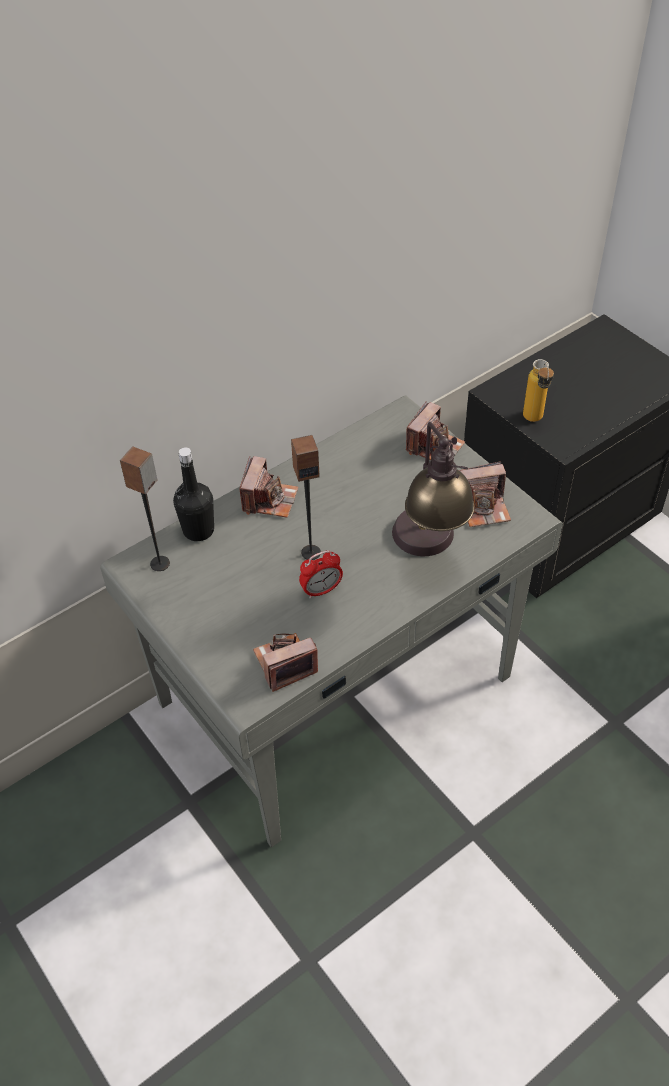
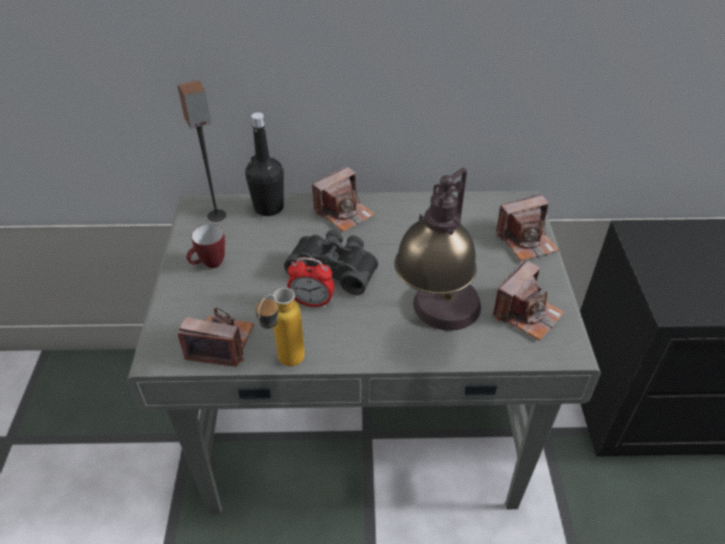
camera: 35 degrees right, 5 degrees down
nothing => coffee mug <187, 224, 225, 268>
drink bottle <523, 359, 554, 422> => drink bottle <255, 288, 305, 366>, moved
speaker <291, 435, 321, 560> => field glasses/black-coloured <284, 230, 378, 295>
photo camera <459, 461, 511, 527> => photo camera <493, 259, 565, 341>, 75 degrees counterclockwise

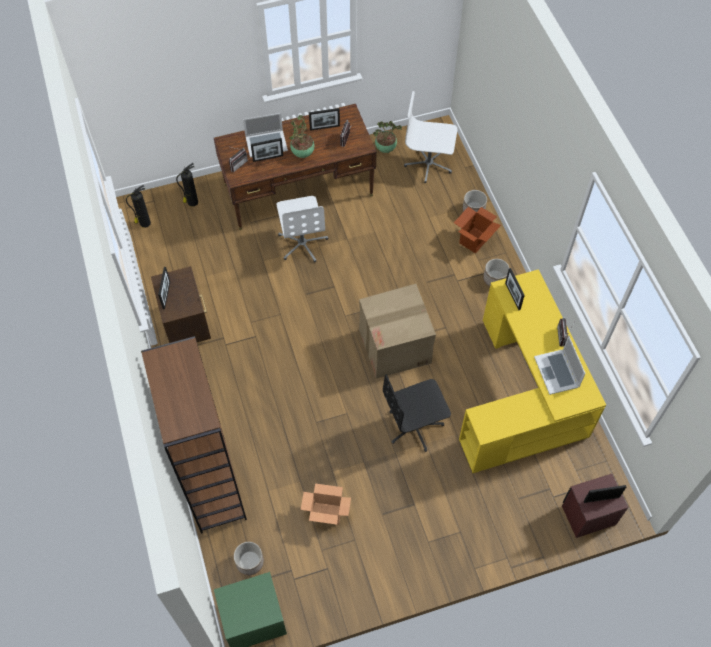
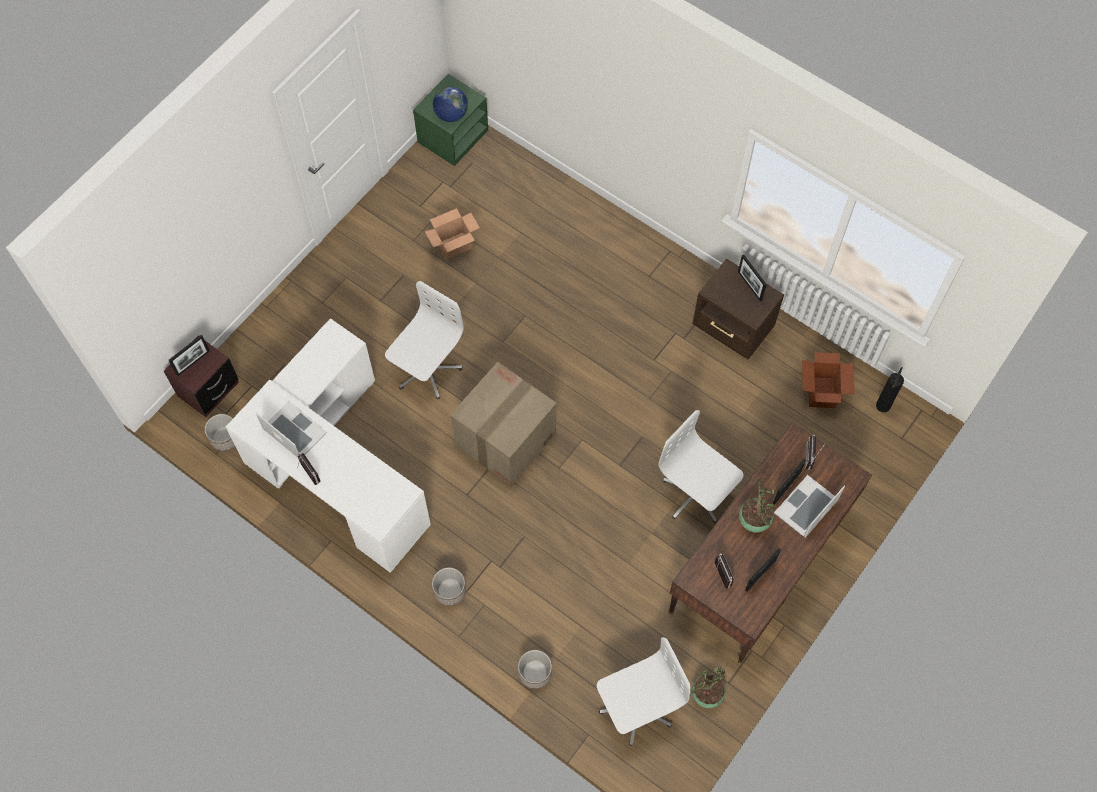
camera: 145 degrees right, 5 degrees up
plant pot <234, 542, 264, 575> => plant pot <205, 414, 235, 451>, moved
desk unit/yellow <459, 269, 606, 473> => desk unit/whitish <226, 318, 431, 573>
computer chair/black-coloured <383, 374, 451, 452> => computer chair/whitish <385, 281, 464, 399>
nothing => globe <433, 86, 468, 122>
carton <454, 207, 501, 253> => carton <802, 352, 855, 408>, moved
bookshelf/brown-coloured <141, 336, 247, 534> => nothing
fire extinguisher <176, 163, 198, 207> => nothing
photo frame <505, 268, 525, 310> => nothing

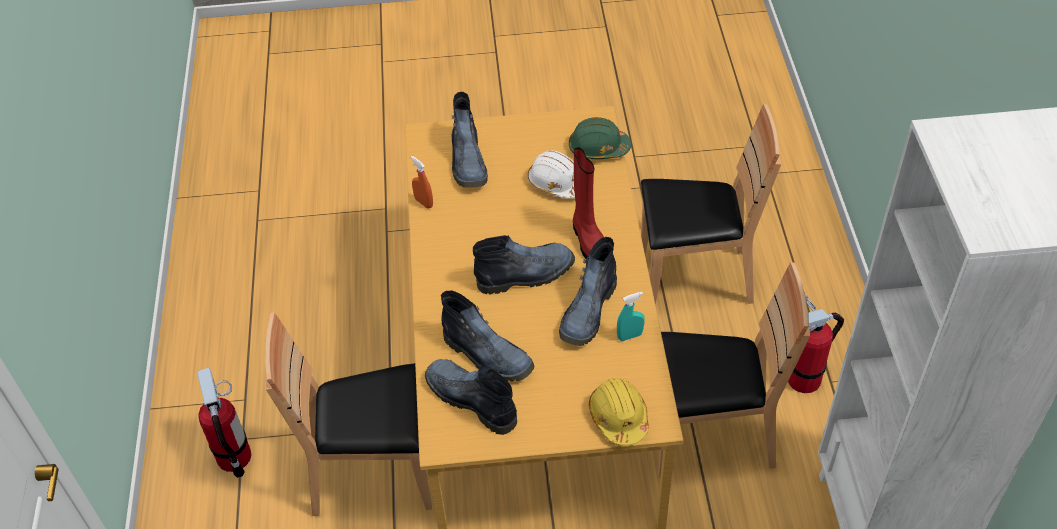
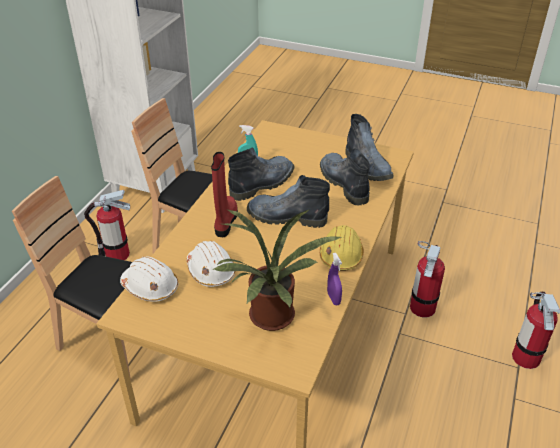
camera: 155 degrees left, 10 degrees down
hard hat/green-coloured <569, 117, 631, 159> => hard hat/whitish <120, 256, 178, 302>
tall boot <452, 92, 488, 188> => potted plant <213, 209, 343, 331>
hard hat/yellow <589, 378, 649, 446> => hard hat/yellow <320, 225, 364, 271>, moved
spray bottle/orangey <411, 156, 433, 208> => spray bottle/purple <327, 253, 342, 306>
plain chair/brown-coloured <265, 312, 432, 516> => fire extinguisher <410, 241, 445, 317>

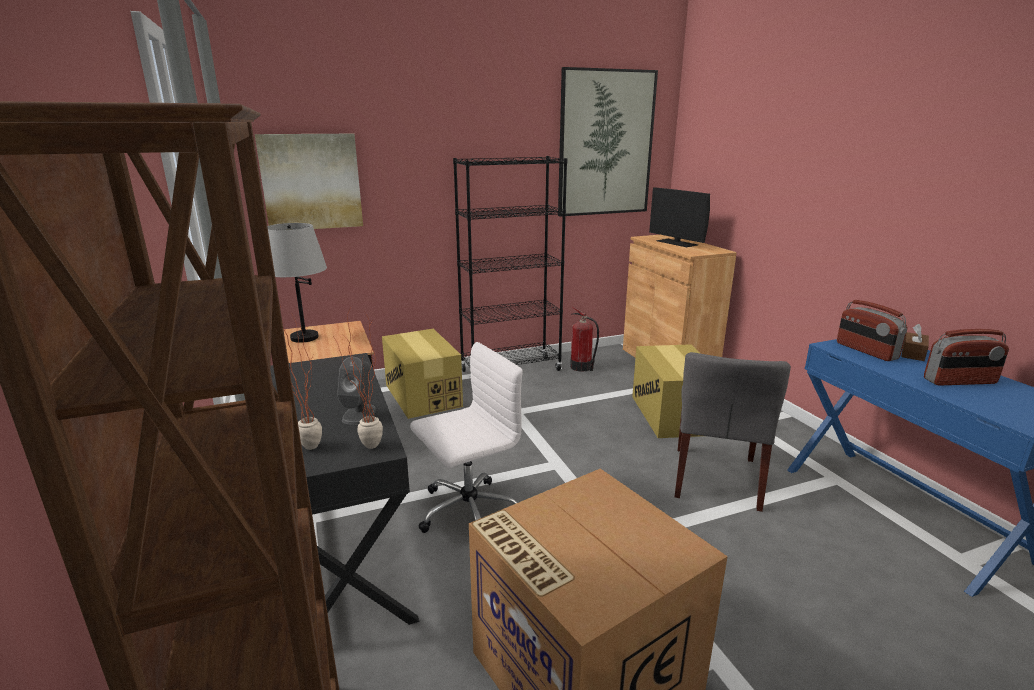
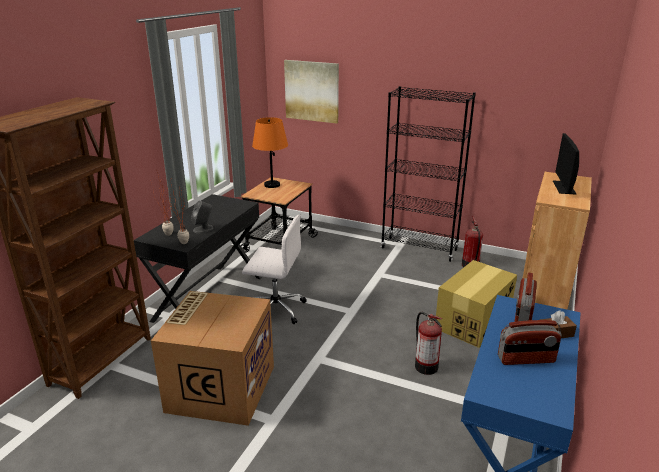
camera: 45 degrees right, 5 degrees up
tabletop lamp/greyish <267, 223, 327, 343> => tabletop lamp/orangey <252, 117, 288, 188>
plain chair/greyish <675, 352, 791, 512> => fire extinguisher <415, 312, 442, 375>
radio receiver <924, 329, 1009, 386> => radio receiver <498, 320, 562, 365>, 45 degrees counterclockwise
carton <382, 328, 463, 419> => nothing
wall picture <558, 67, 658, 217> => nothing

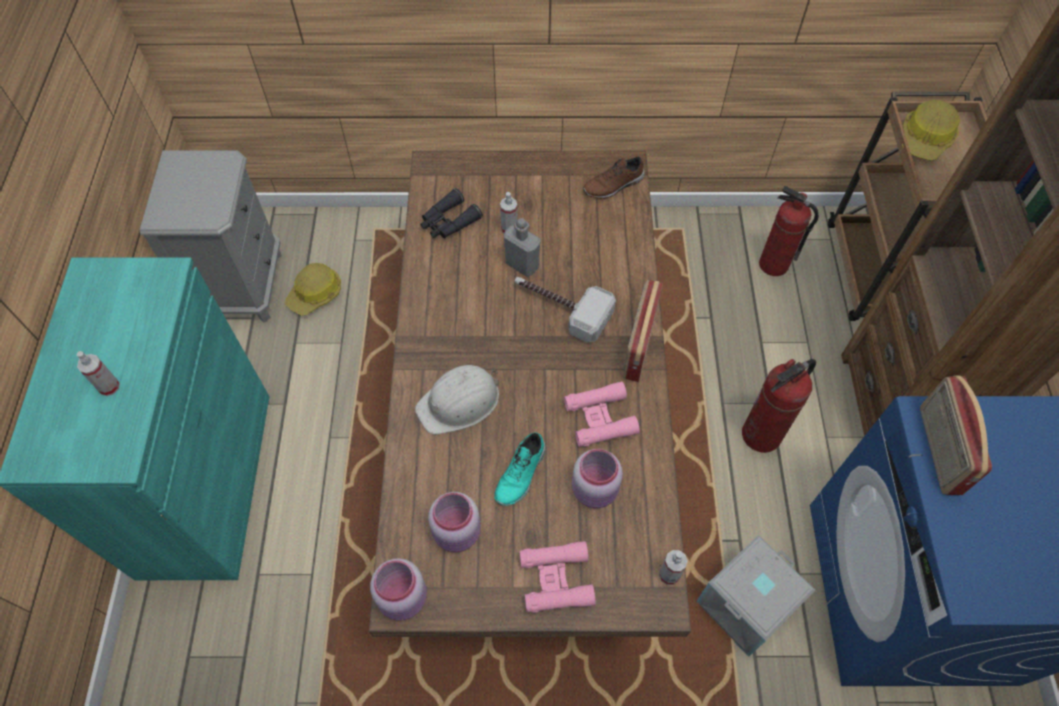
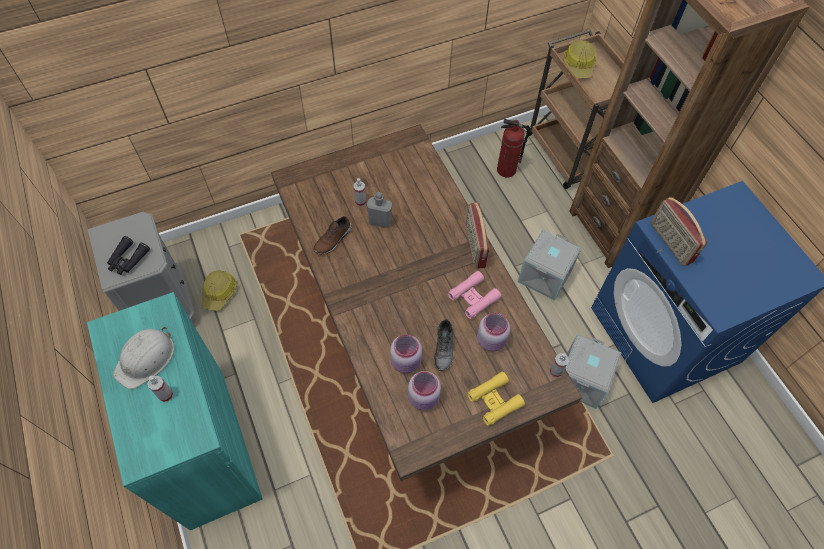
camera: 25 degrees left, 0 degrees up
field glasses/black-coloured <421, 188, 483, 238> => field glasses/black-coloured <107, 236, 150, 275>, moved
hard hat/whitish <415, 365, 499, 435> => hard hat/whitish <113, 327, 174, 389>, moved
shoe/brown-coloured <583, 157, 645, 199> => shoe/brown-coloured <313, 216, 352, 254>, moved
jar/pinkish <370, 558, 427, 621> => jar/pinkish <390, 335, 422, 373>, moved
shoe/blue-green <494, 433, 546, 506> => shoe/greyish <434, 319, 454, 371>
field glasses/pinkish <519, 541, 596, 613> => field glasses/yellow <467, 371, 525, 426>
fire extinguisher <742, 359, 816, 453> => storage container/greyish <518, 230, 582, 301>
hand hammer <514, 277, 616, 343> => nothing

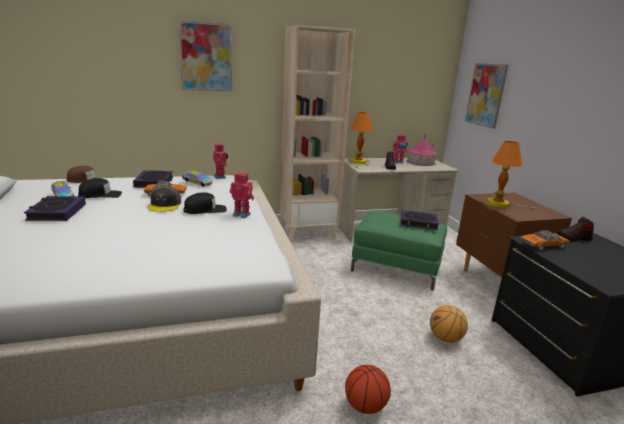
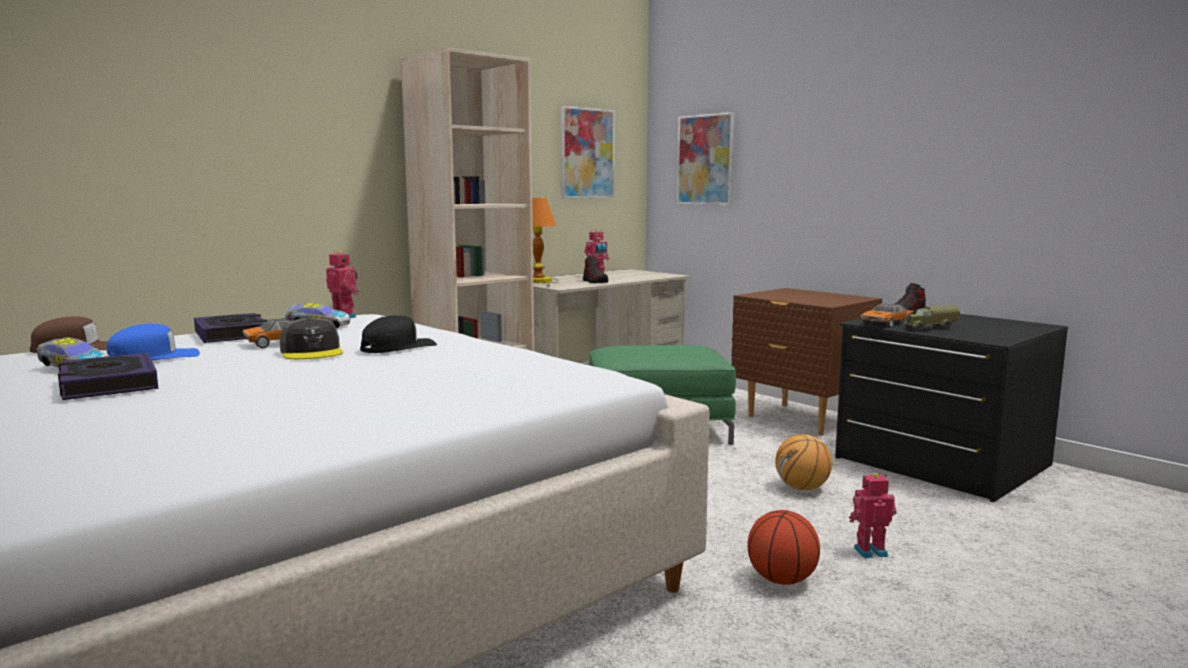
camera: 25 degrees left, 10 degrees down
cap/black-coloured <78, 178, 122, 198> => cap/bluish <107, 324, 200, 360>
wall picture <179, 20, 232, 91> => wall picture <561, 106, 615, 199>, moved
robot figure <230, 171, 254, 218> => robot figure <849, 473, 897, 558>, moved
nothing => toy lorry <902, 305, 960, 331>
book <401, 210, 439, 230> => nothing
miniature house <407, 134, 436, 166> => nothing
tabletop lamp <483, 141, 535, 209> => nothing

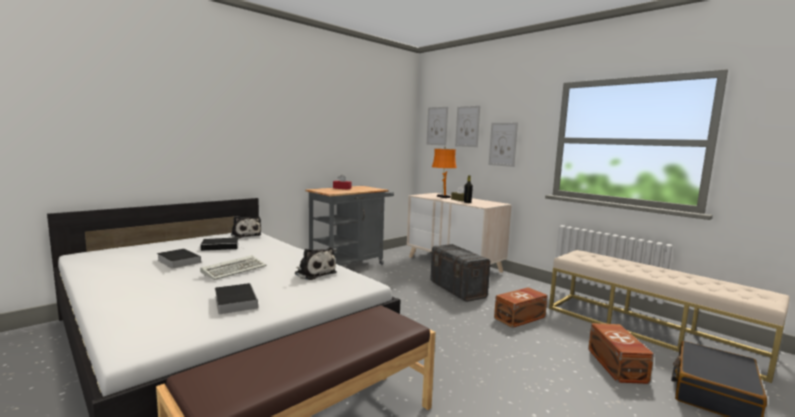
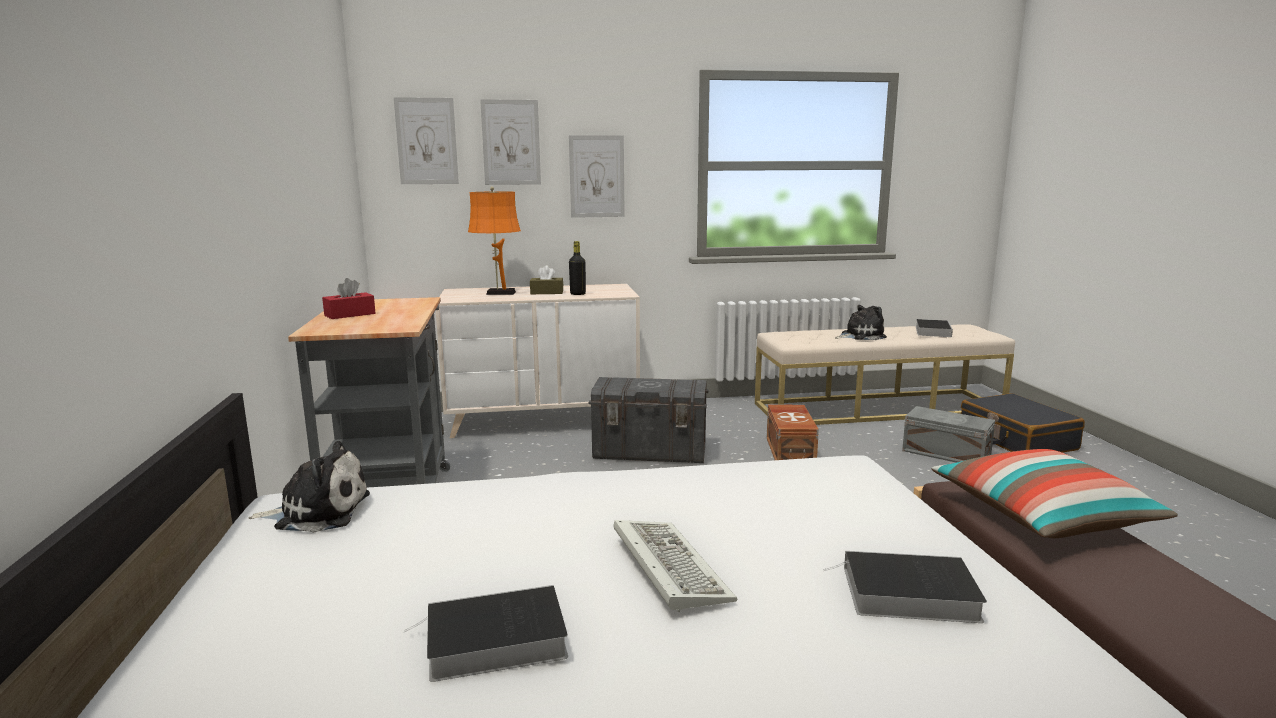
camera: 55 degrees left, 5 degrees up
cuddly toy <295, 247, 337, 280> => cuddly toy <835, 305, 887, 340>, moved
storage container/brown-coloured <588, 323, 654, 384> => storage container/greyish <902, 406, 995, 463>
book <200, 238, 240, 251> => book <916, 319, 953, 337>, moved
nothing => pillow <931, 449, 1178, 538>

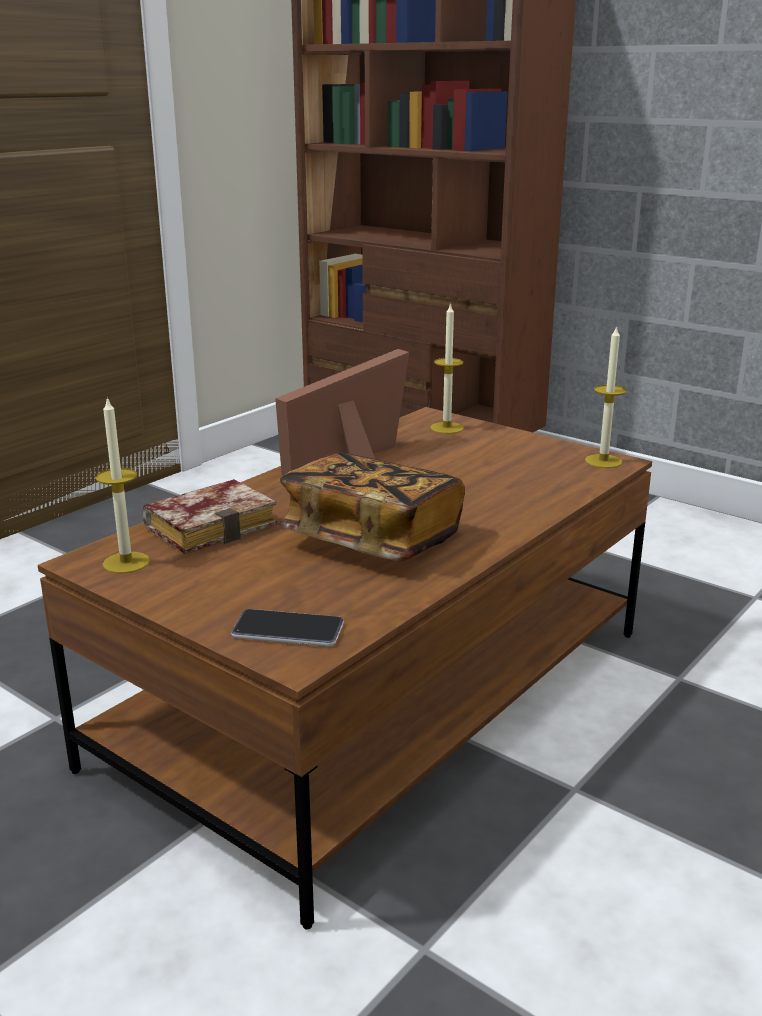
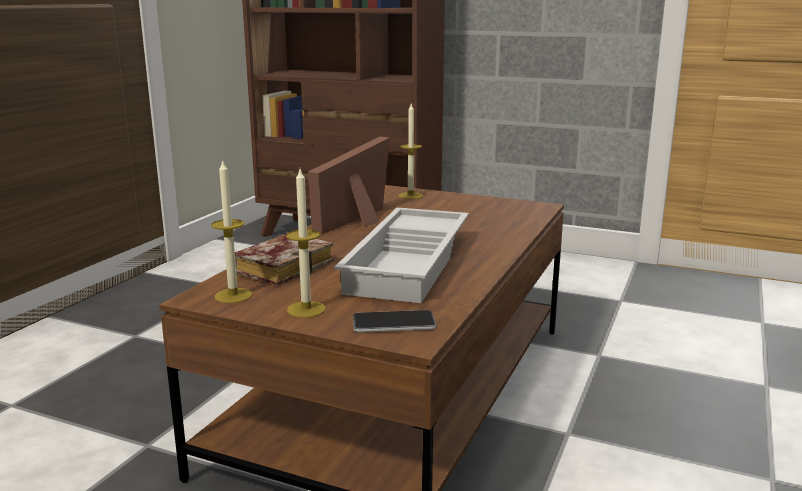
camera: 15 degrees left, 5 degrees down
wax candle <585, 325, 627, 468> => wax candle <286, 169, 326, 318>, moved
book <278, 453, 465, 561> => carrying tray/whitish <334, 208, 469, 303>

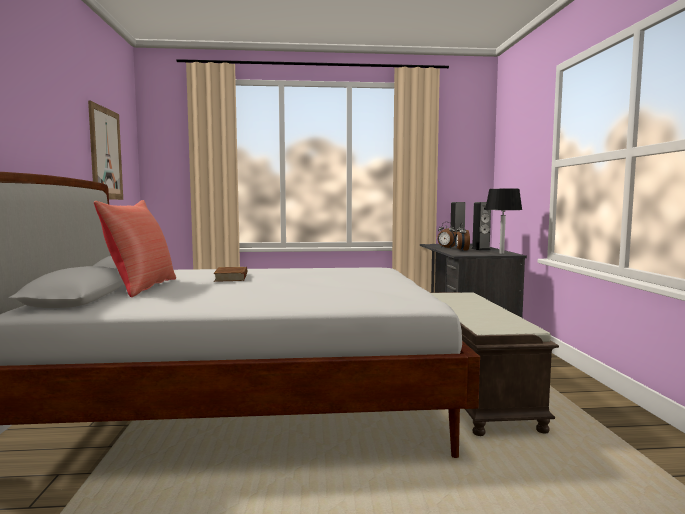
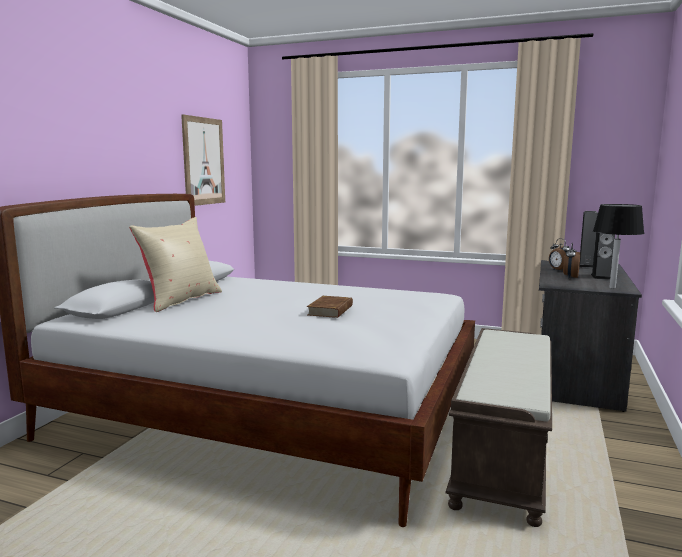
camera: 25 degrees right, 5 degrees up
pillow/red-coloured <94, 200, 176, 297> => pillow/beige-coloured <129, 217, 222, 312>
book/brown-coloured <213, 267, 247, 282> => book/brown-coloured <307, 296, 353, 318>, moved

